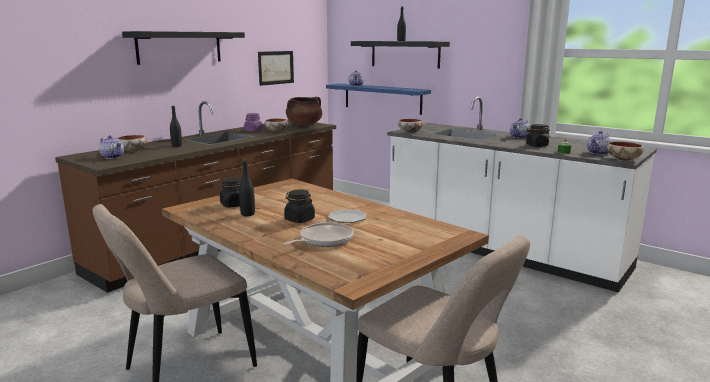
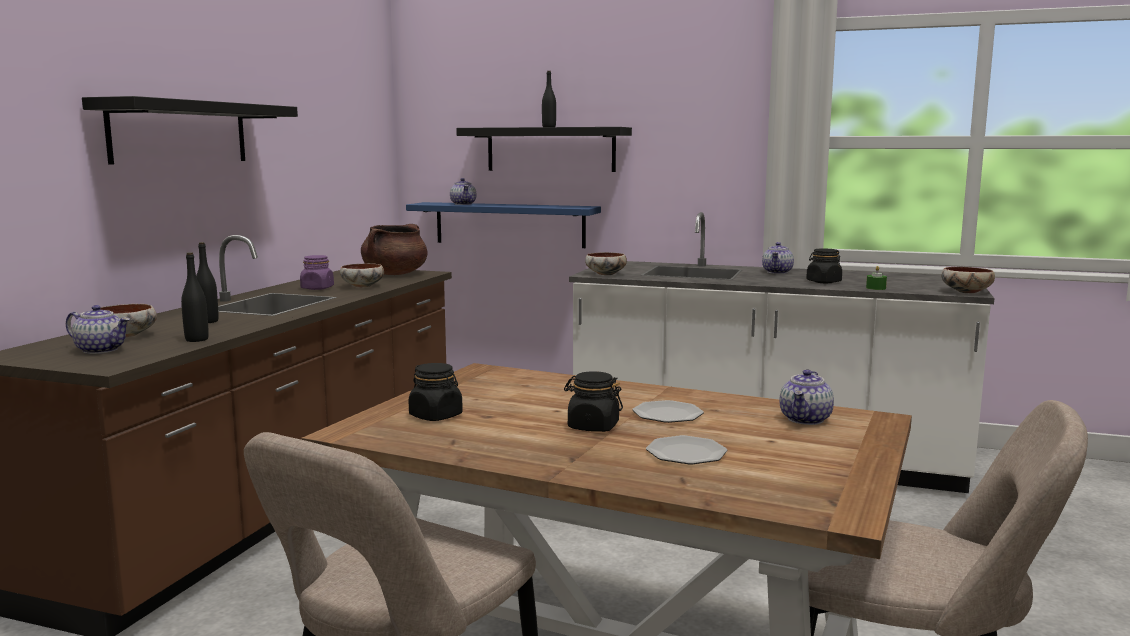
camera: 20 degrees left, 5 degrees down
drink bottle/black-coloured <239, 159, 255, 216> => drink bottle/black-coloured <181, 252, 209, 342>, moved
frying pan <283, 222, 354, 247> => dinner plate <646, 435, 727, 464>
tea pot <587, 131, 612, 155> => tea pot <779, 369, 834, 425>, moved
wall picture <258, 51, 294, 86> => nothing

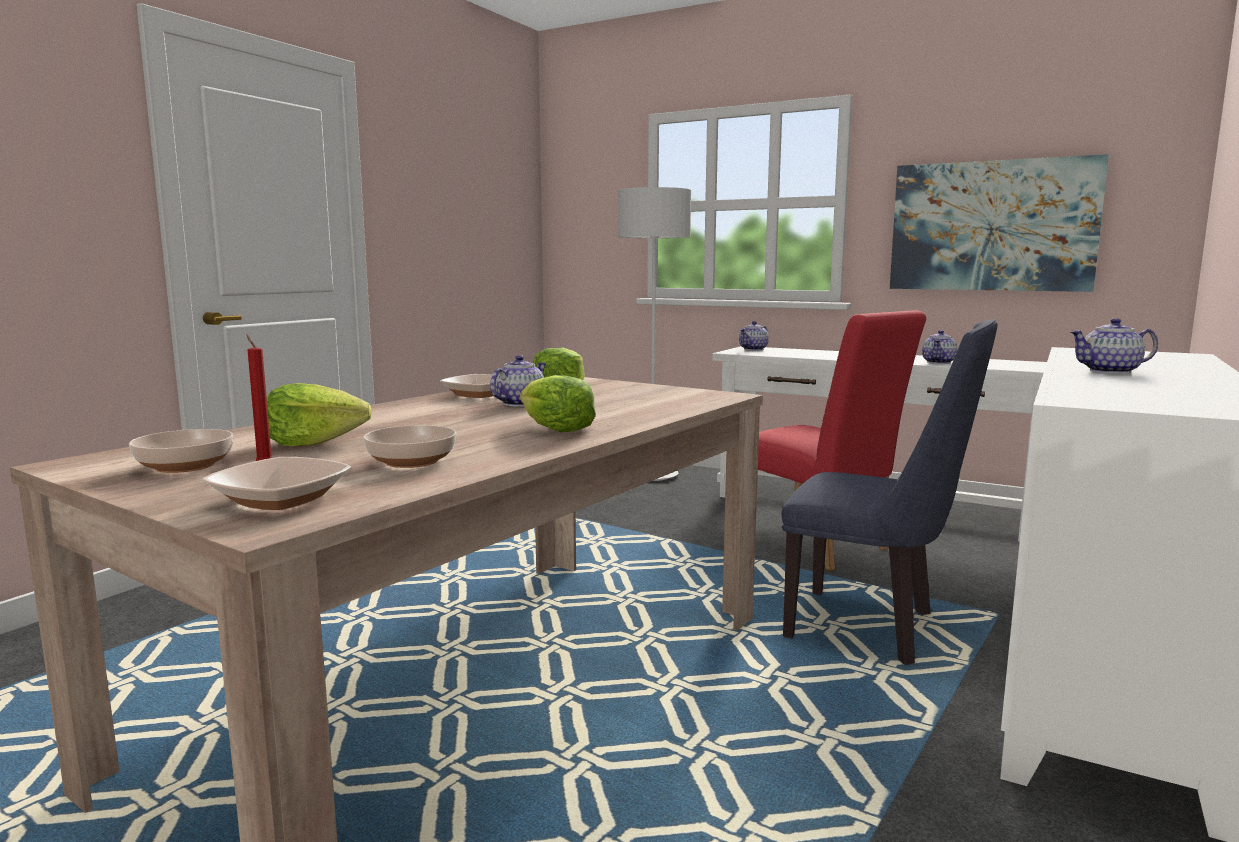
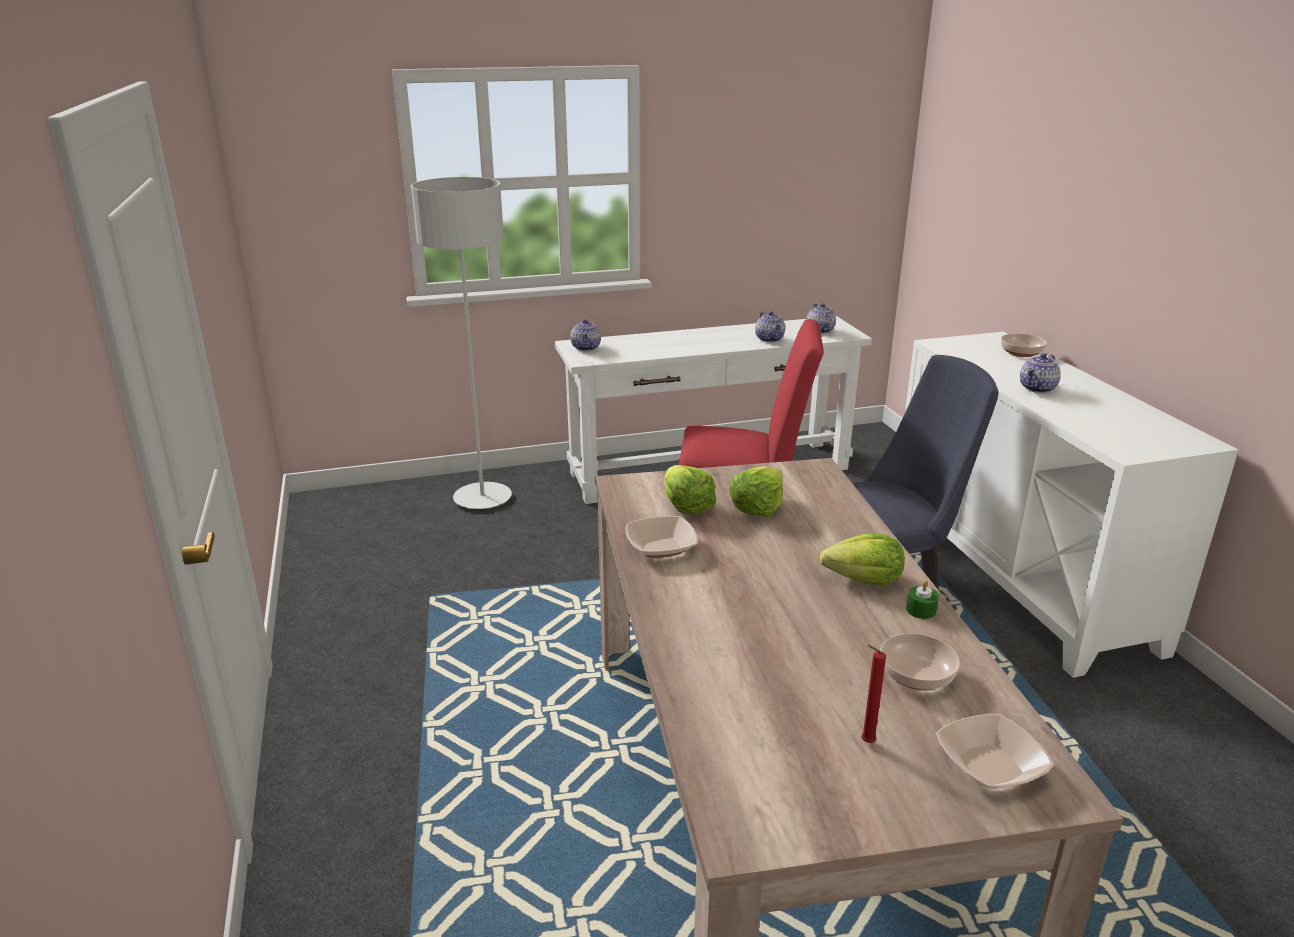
camera: 45 degrees left, 15 degrees up
head of lettuce <267, 383, 372, 446> => head of lettuce <729, 466, 783, 517>, moved
tea pot <490, 355, 547, 407> => tea pot <807, 303, 836, 334>, moved
nothing => wax candle/green-coloured <906, 580, 939, 619>
deep dish <129, 429, 233, 473> => deep dish <1001, 333, 1047, 357>, moved
wall picture <890, 154, 1109, 292> => nothing

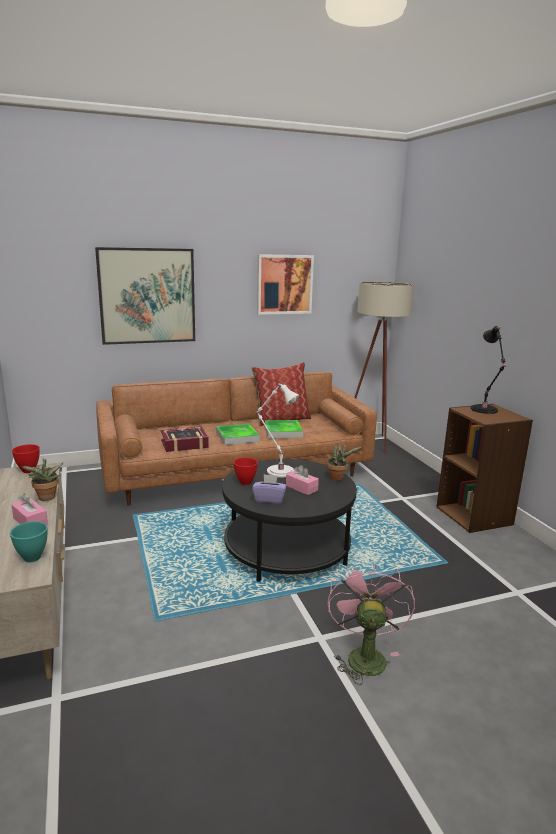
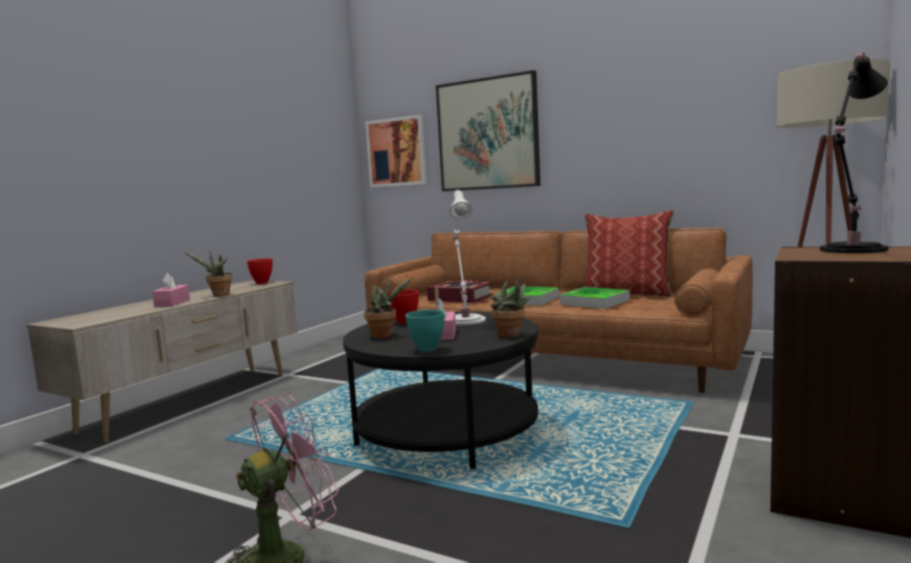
camera: 50 degrees right, 10 degrees down
box of tissues/purple <252, 474, 287, 503> => potted plant <364, 278, 412, 338>
wall picture <257, 254, 314, 315> => wall picture <365, 115, 427, 187>, moved
deep dish/blue-green <10, 521, 48, 562> => deep dish/blue-green <405, 310, 445, 352>, moved

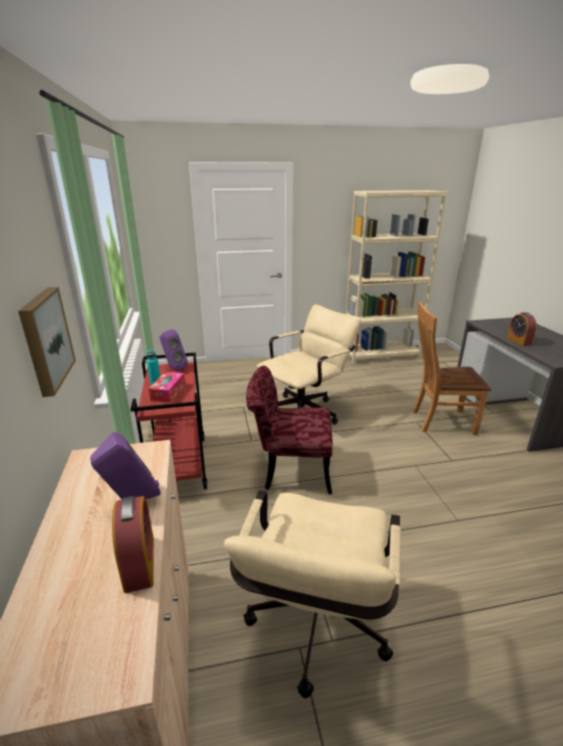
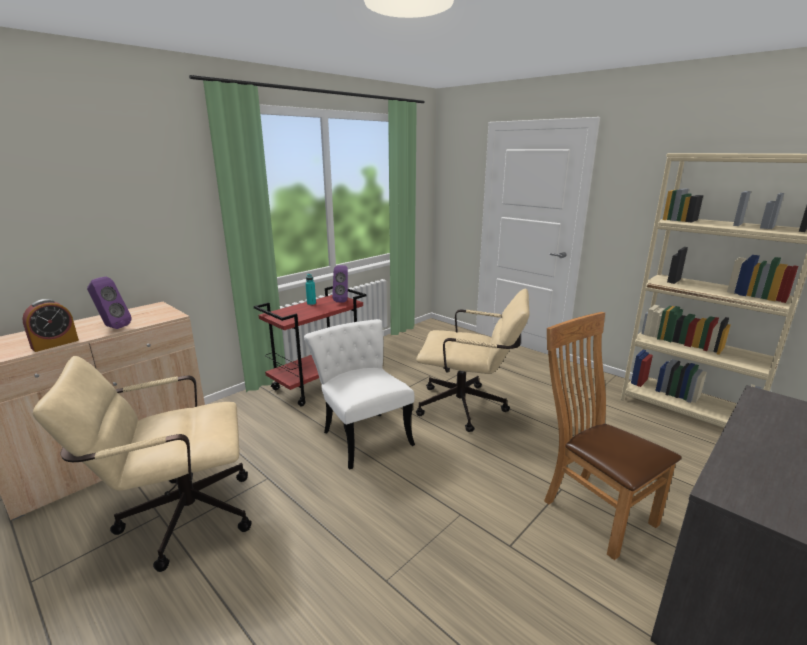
camera: 55 degrees right, 5 degrees down
plain chair/red-coloured <246, 366, 333, 494> => plain chair/whitish <304, 319, 415, 470>
wall picture <18, 287, 76, 397> => nothing
box of tissues <149, 372, 185, 403> => nothing
table clock <507, 312, 537, 346> => nothing

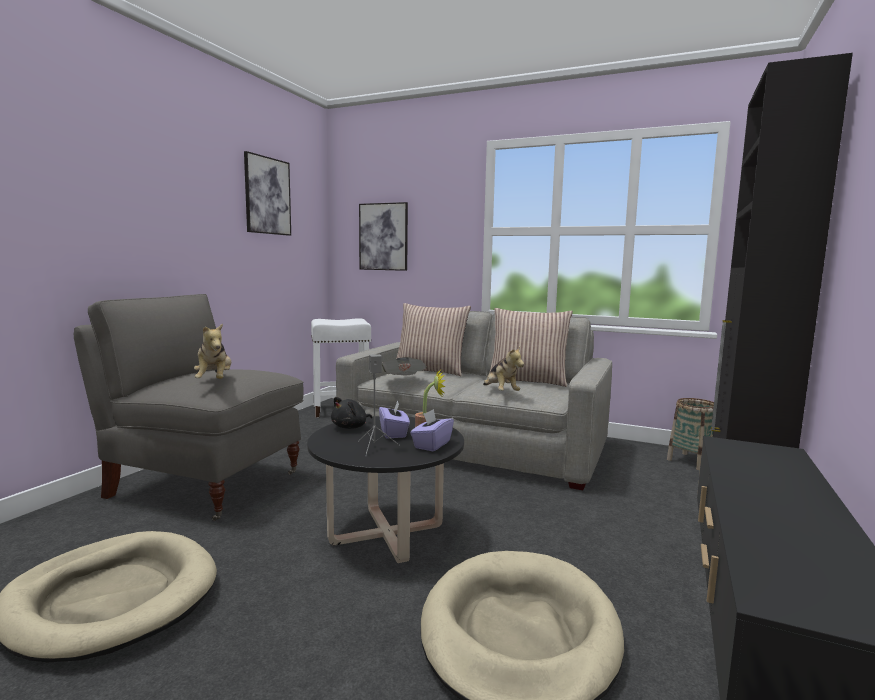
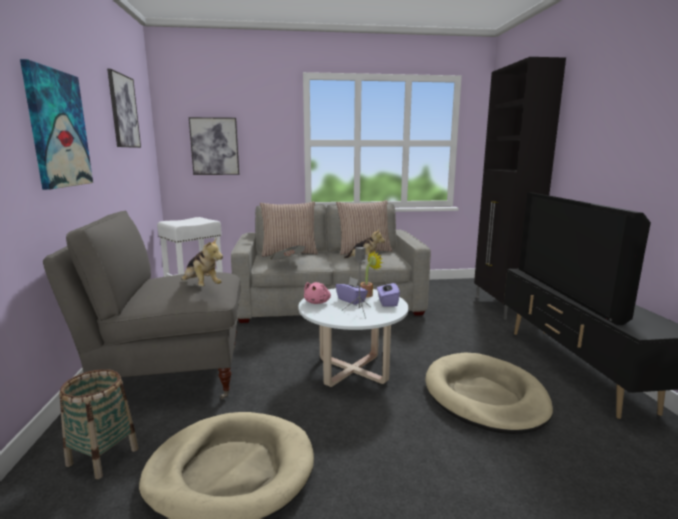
camera: 30 degrees left, 5 degrees up
nothing => wall picture <20, 59, 93, 190>
basket <667, 398, 714, 470> => basket <59, 369, 139, 479>, moved
low table/black-coloured <307, 416, 464, 563> => low table/whitish <298, 288, 409, 387>
cuddly toy/black-coloured <331, 397, 372, 429> => cuddly toy/pinkish <304, 282, 331, 304>
nothing => TV <519, 192, 651, 325>

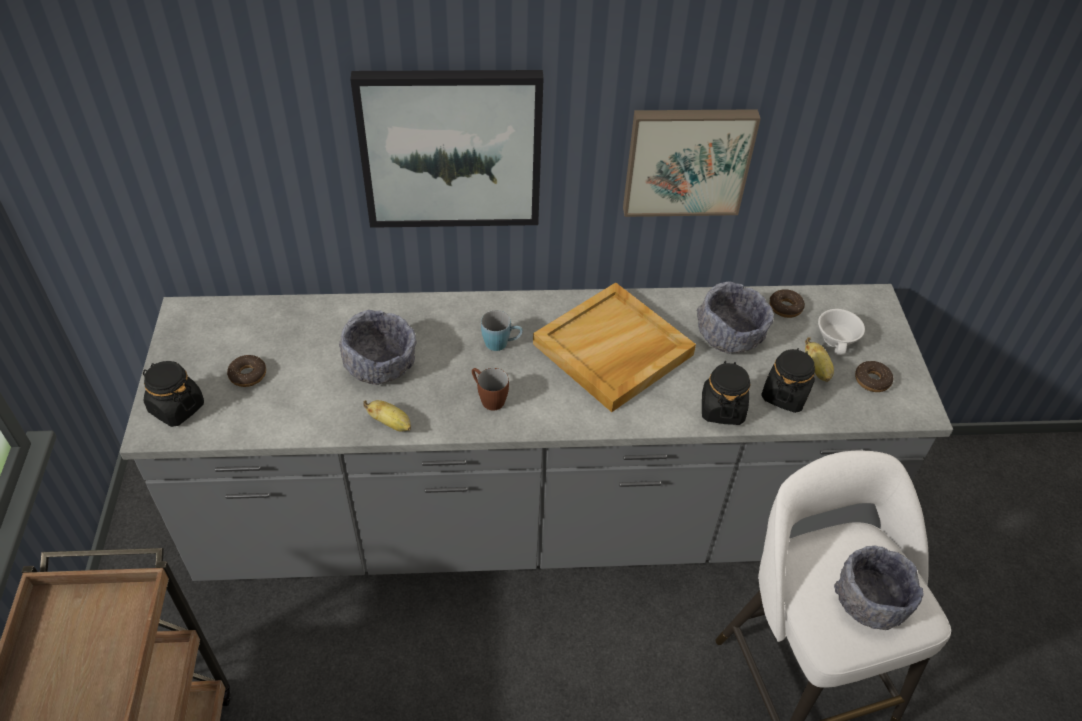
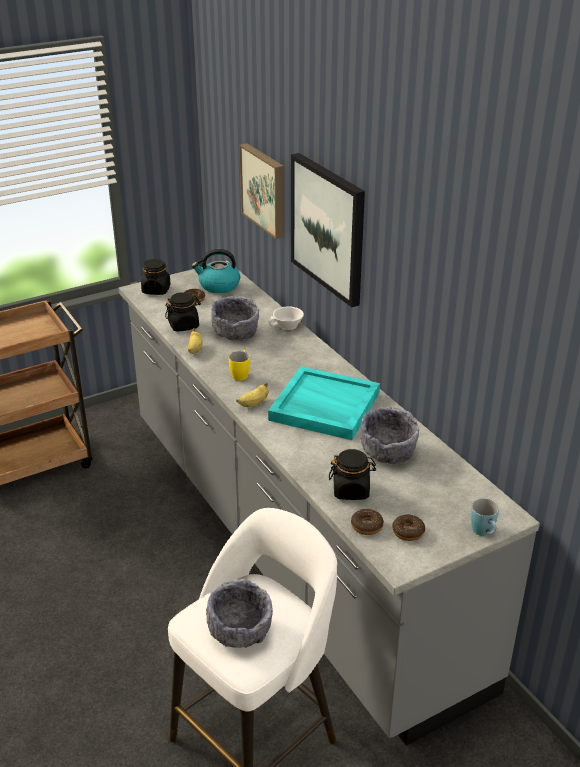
camera: 65 degrees right, 15 degrees down
jar/black-coloured <702, 361, 751, 425> => jar/black-coloured <165, 292, 201, 332>, moved
nothing => kettle <192, 249, 240, 293>
coffee mug/brown-coloured <472, 368, 509, 410> => coffee mug/yellow <229, 350, 250, 381>
whole banana <805, 337, 834, 382> => whole banana <236, 382, 268, 407>, moved
wall picture <623, 109, 761, 217> => wall picture <239, 143, 284, 239>, moved
cup/whitish <818, 309, 865, 355> => cup/whitish <268, 306, 304, 330>, moved
carrying tray/beige-coloured <533, 282, 696, 412> => carrying tray/blue-green <268, 366, 380, 440>
doughnut <769, 289, 805, 318> => doughnut <351, 509, 384, 535>, moved
coffee mug/bluish <481, 310, 523, 351> => coffee mug/bluish <471, 498, 499, 536>, moved

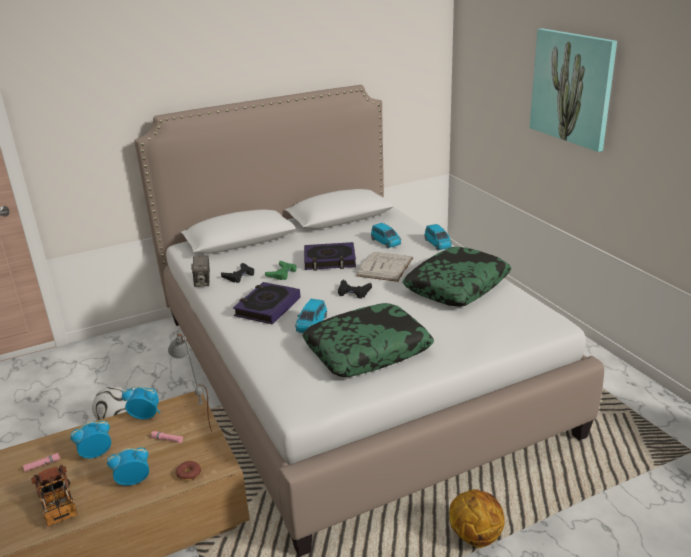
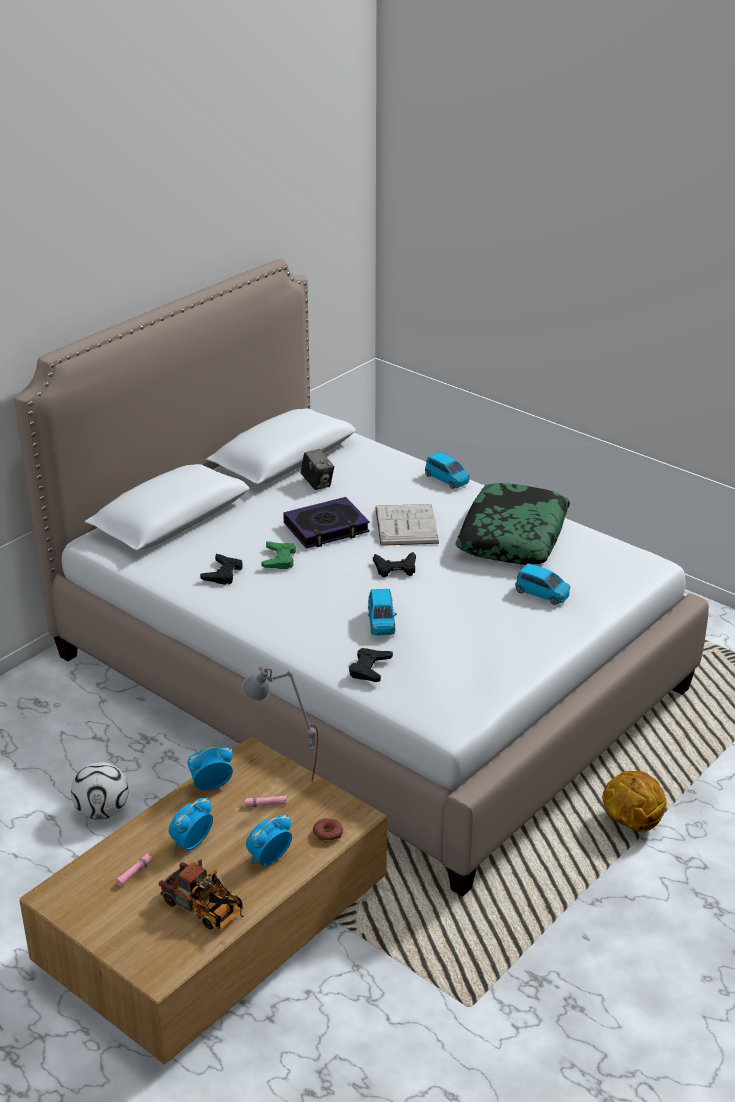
camera: 25 degrees left, 5 degrees up
photo camera <191, 256, 210, 287> => photo camera <300, 449, 334, 490>, moved
nothing => gamepad/black-coloured <349, 648, 393, 682>
toy car/bluish <371, 223, 401, 248> => toy car/bluish <515, 563, 570, 605>, moved
book <233, 282, 300, 325> => nothing
pillow <302, 303, 434, 377> => nothing
wall picture <530, 28, 617, 152> => nothing

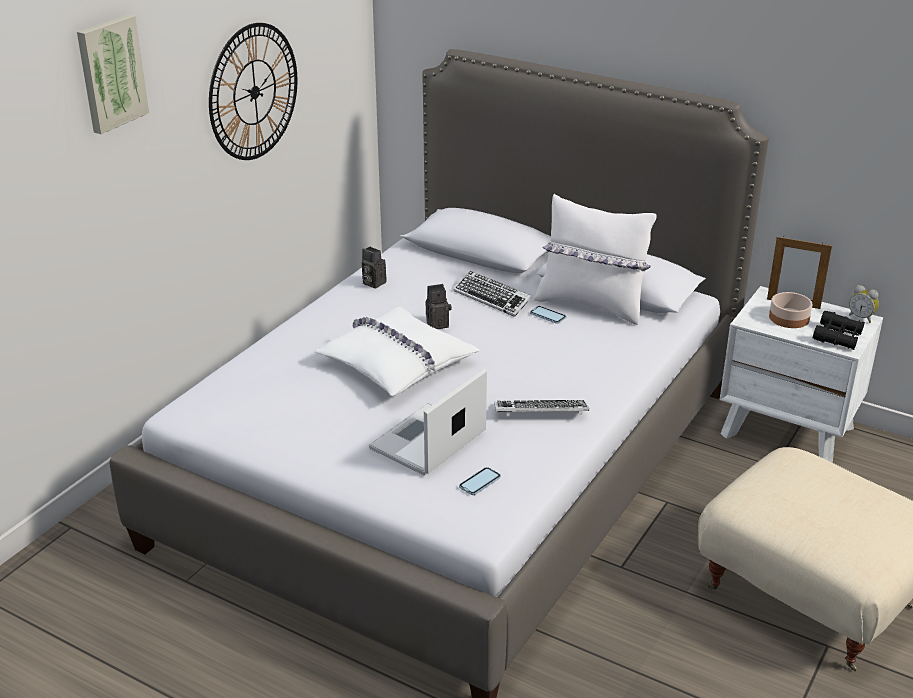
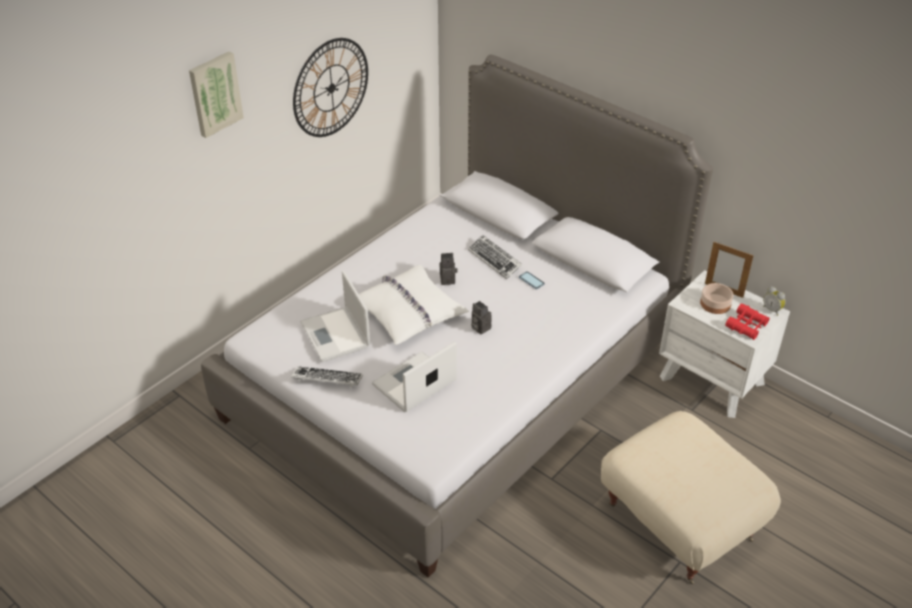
camera: 10 degrees right, 10 degrees up
PC keyboard <494, 400, 589, 416> => PC keyboard <291, 366, 363, 387>, moved
nothing => portable computer <300, 271, 370, 362>
photo camera <362, 247, 387, 289> => photo camera <471, 301, 492, 335>, moved
field glasses/black-coloured <813, 311, 865, 350> => field glasses/red-coloured <725, 303, 770, 340>
telephone <459, 467, 501, 495> => nothing
pillow/whitish <534, 194, 657, 325> => nothing

